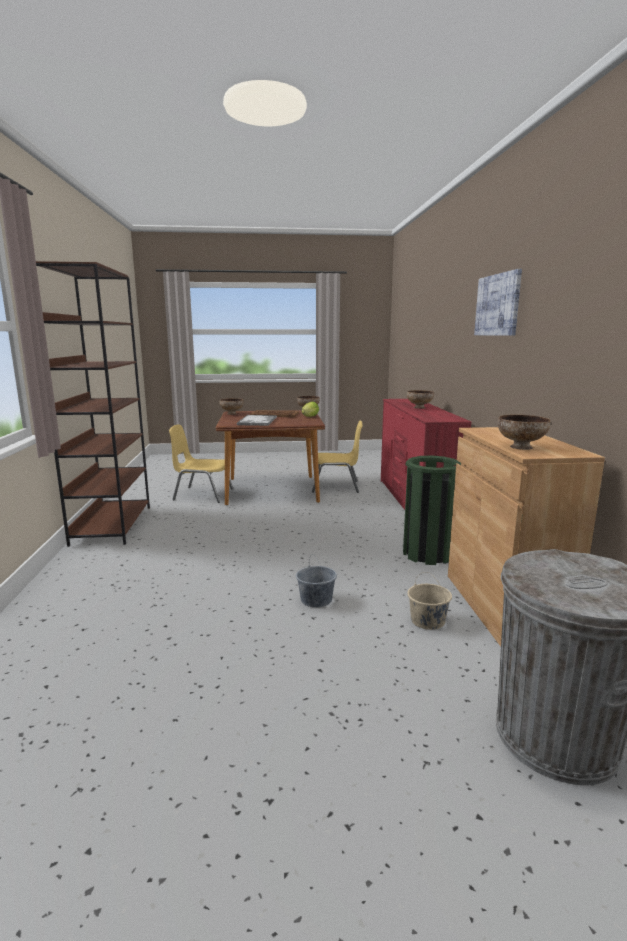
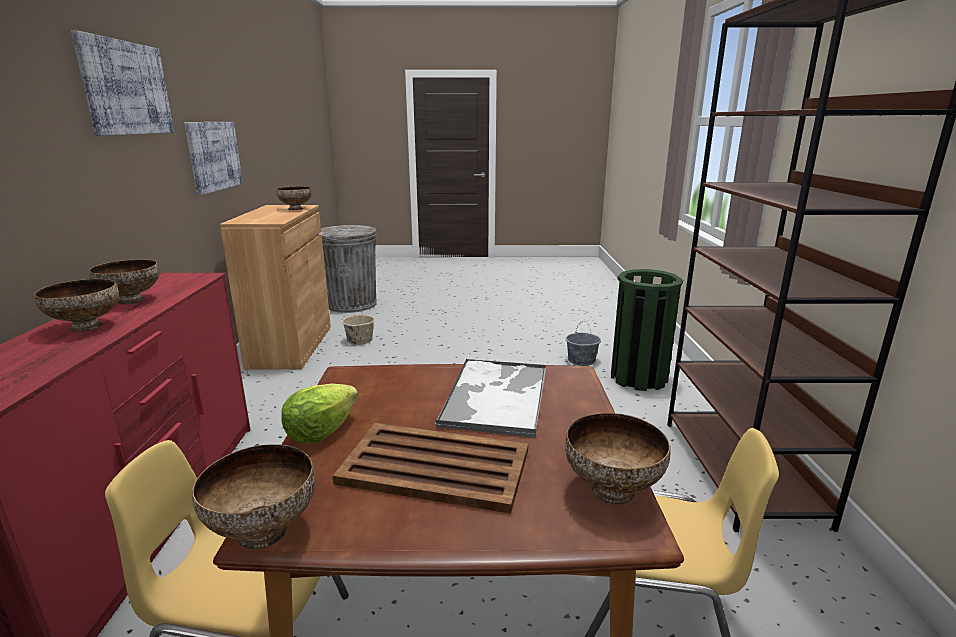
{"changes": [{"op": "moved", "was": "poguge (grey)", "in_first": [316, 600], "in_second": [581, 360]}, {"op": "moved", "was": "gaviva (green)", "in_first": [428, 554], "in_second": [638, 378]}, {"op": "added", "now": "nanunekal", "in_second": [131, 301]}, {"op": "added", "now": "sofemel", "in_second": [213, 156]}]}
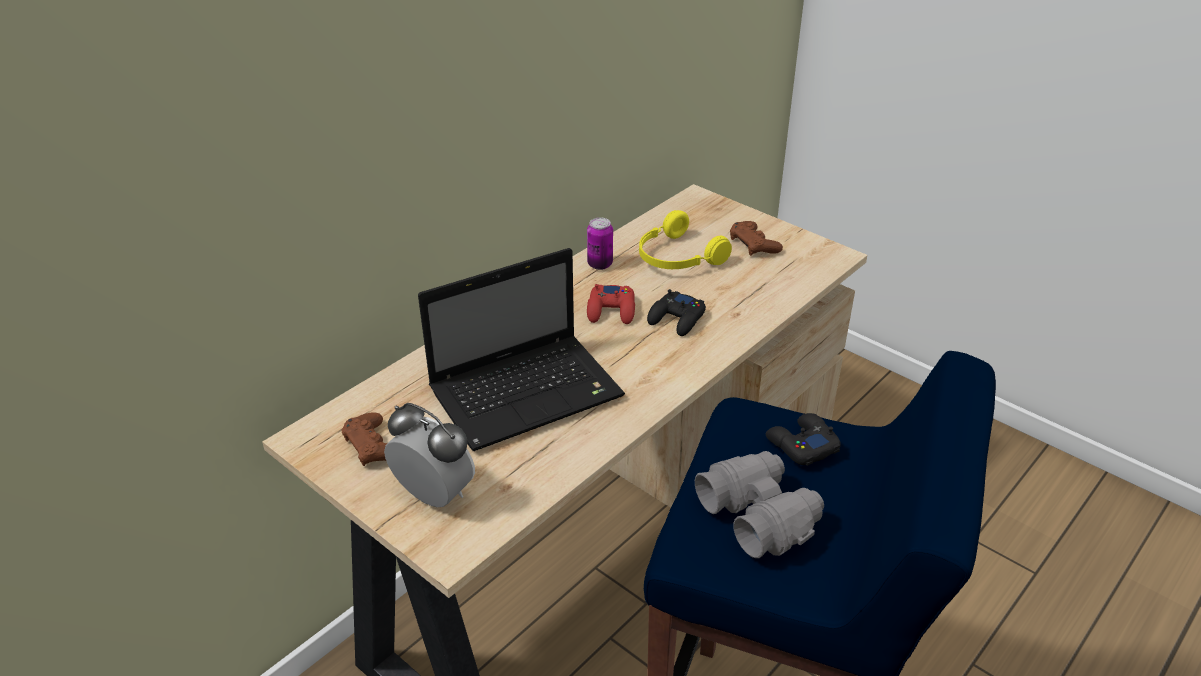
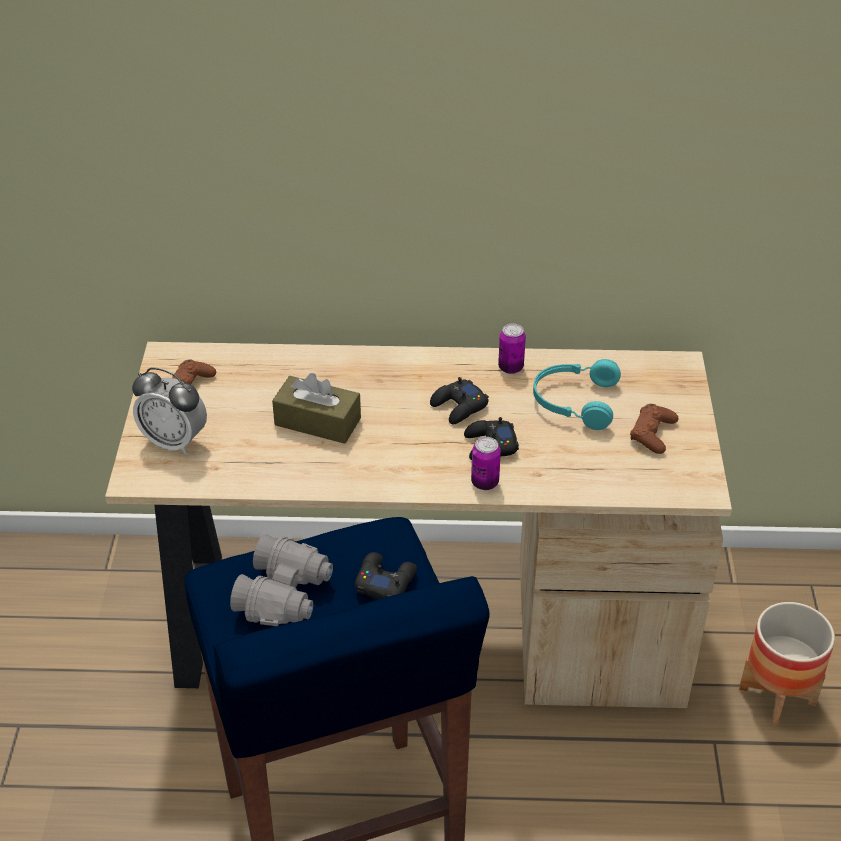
{"changes": [{"op": "turned", "was": "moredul", "in_first": [434, 495], "in_second": [174, 441], "clockwise": 120}, {"op": "replaced", "was": "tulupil", "now": "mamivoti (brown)", "in_first": [529, 392], "in_second": [317, 421]}, {"op": "recoloured", "was": "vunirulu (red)", "now": "vunirulu (black)", "in_first": [612, 310], "in_second": [459, 407]}, {"op": "recoloured", "was": "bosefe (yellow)", "now": "bosefe (turquoise)", "in_first": [676, 258], "in_second": [574, 402]}, {"op": "added", "now": "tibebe", "in_second": [485, 482]}, {"op": "added", "now": "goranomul", "in_second": [777, 695]}]}
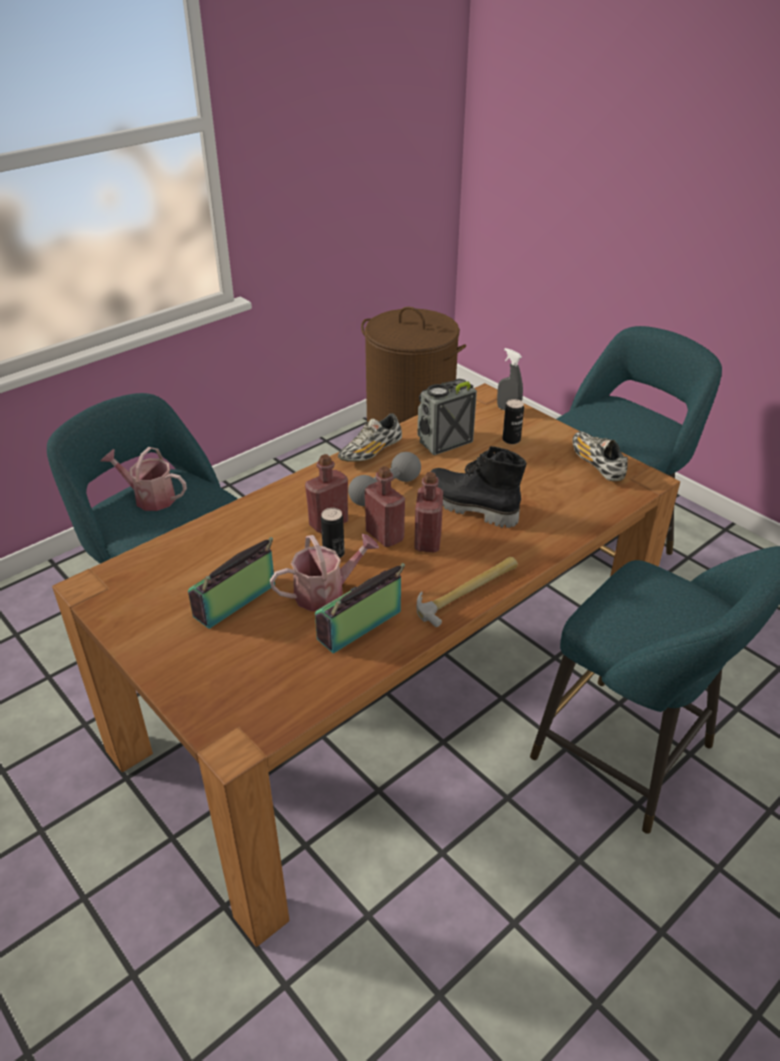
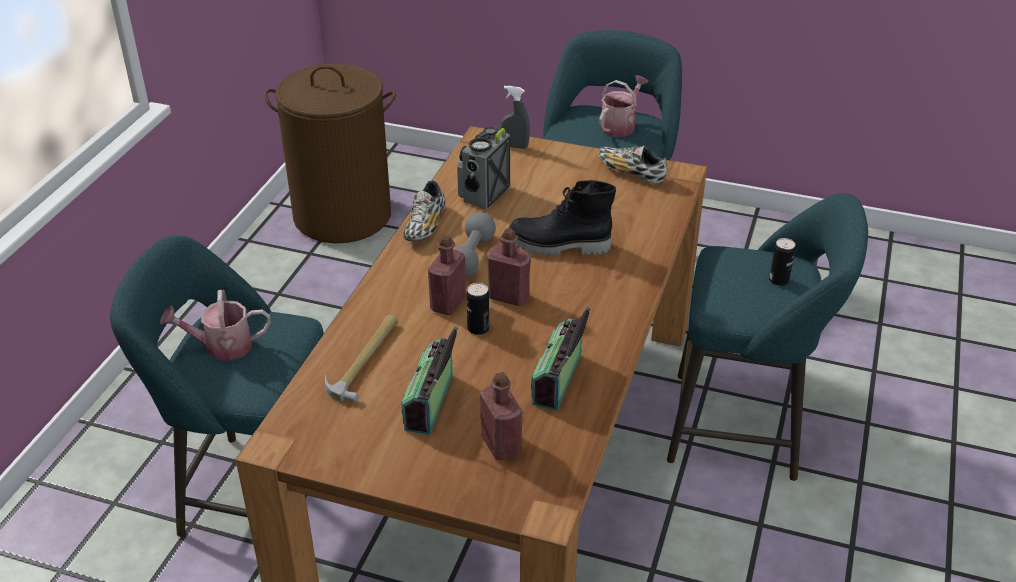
{"changes": [{"op": "moved", "was": "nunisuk", "in_first": [326, 592], "in_second": [620, 125]}, {"op": "moved", "was": "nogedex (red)", "in_first": [428, 541], "in_second": [501, 445]}, {"op": "moved", "was": "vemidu", "in_first": [468, 592], "in_second": [365, 360]}, {"op": "moved", "was": "tibebe", "in_first": [511, 440], "in_second": [779, 280]}]}
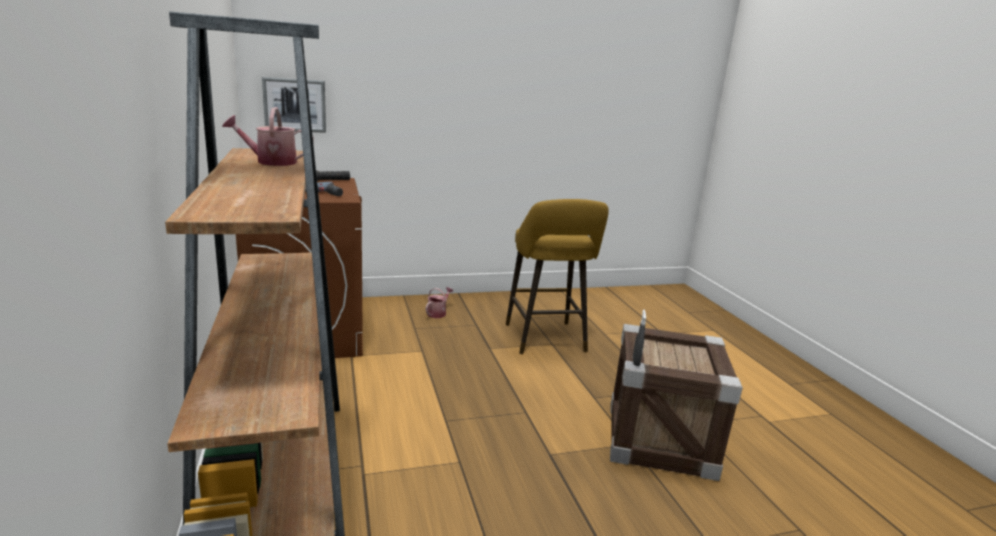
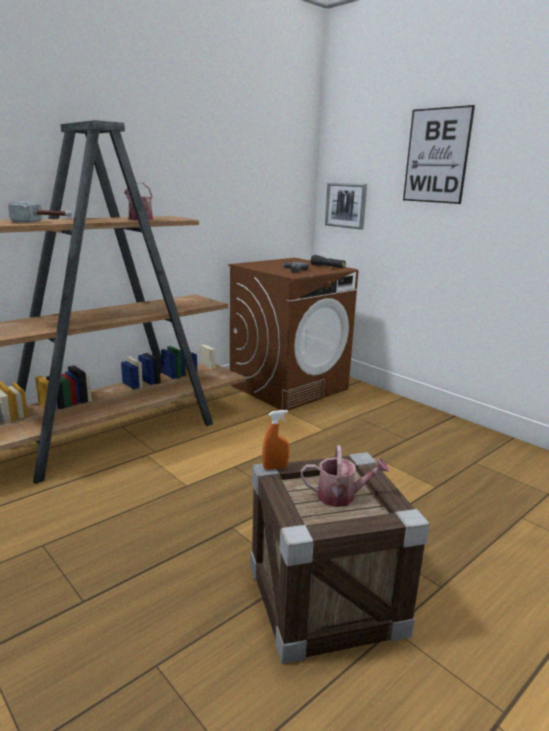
{"changes": [{"op": "moved", "was": "nunisuk", "in_first": [438, 313], "in_second": [341, 496]}, {"op": "removed", "was": "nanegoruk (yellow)", "in_first": [546, 340]}, {"op": "recoloured", "was": "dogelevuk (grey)", "now": "dogelevuk (orange)", "in_first": [636, 361], "in_second": [275, 467]}, {"op": "added", "now": "vemidu", "in_second": [43, 222]}, {"op": "added", "now": "sofemel", "in_second": [437, 156]}]}
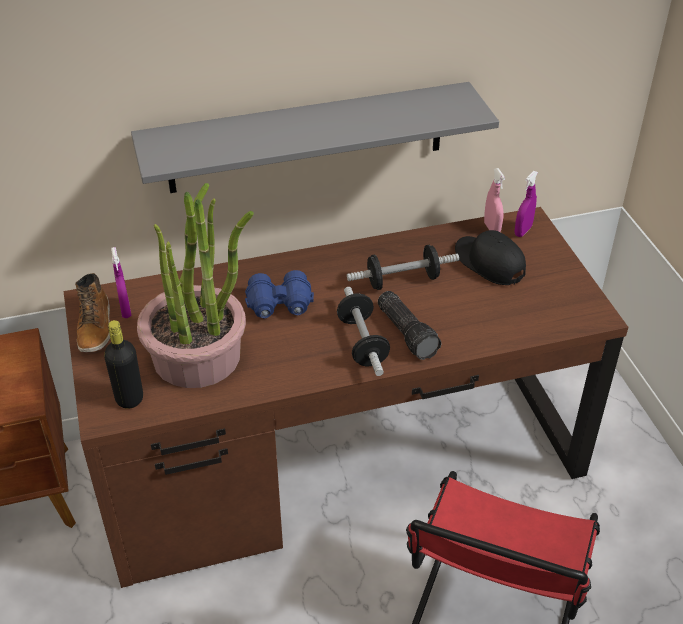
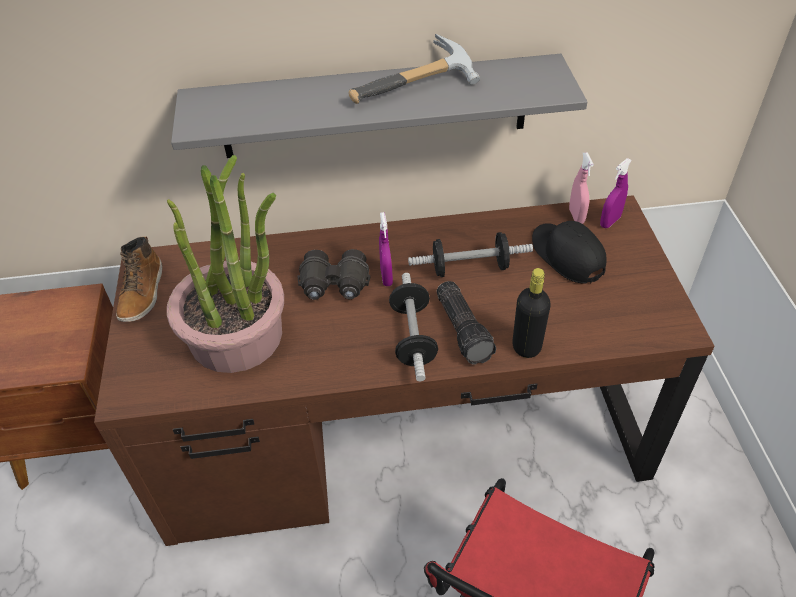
{"changes": [{"op": "moved", "was": "nogedex (black)", "in_first": [129, 398], "in_second": [526, 346]}, {"op": "moved", "was": "dogelevuk (purple)", "in_first": [125, 310], "in_second": [386, 277]}, {"op": "recoloured", "was": "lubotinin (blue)", "now": "lubotinin (black)", "in_first": [280, 305], "in_second": [335, 285]}, {"op": "added", "now": "vemidu", "in_second": [418, 90]}]}
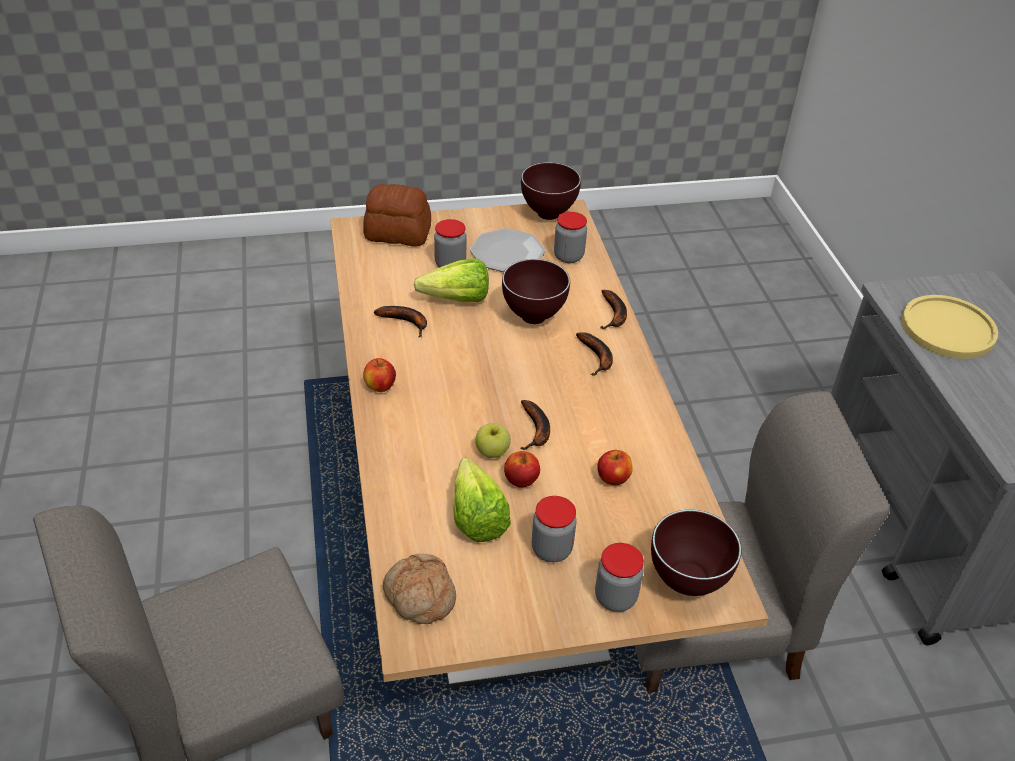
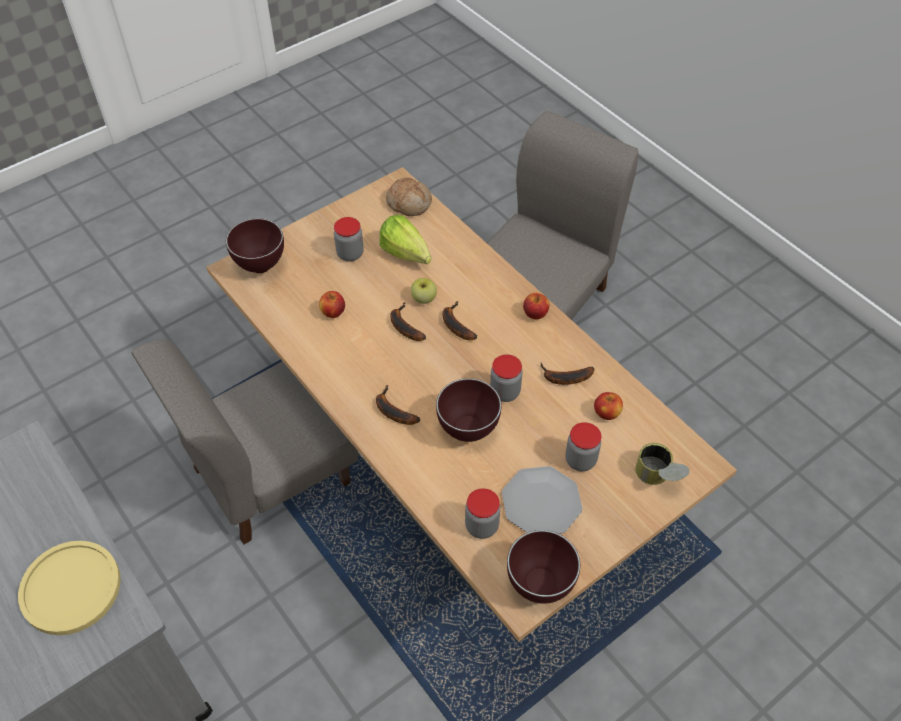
{"changes": [{"op": "replaced", "was": "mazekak", "now": "tibebe", "in_first": [398, 234], "in_second": [658, 478]}, {"op": "removed", "was": "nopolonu", "in_first": [451, 299]}, {"op": "moved", "was": "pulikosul", "in_first": [521, 480], "in_second": [606, 413]}, {"op": "moved", "was": "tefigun", "in_first": [615, 597], "in_second": [505, 392]}, {"op": "moved", "was": "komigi", "in_first": [614, 315], "in_second": [455, 325]}]}
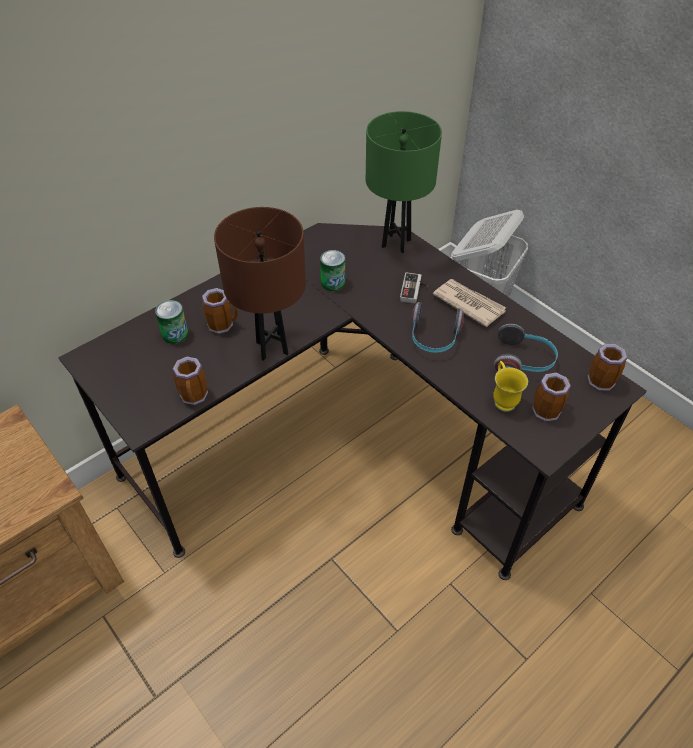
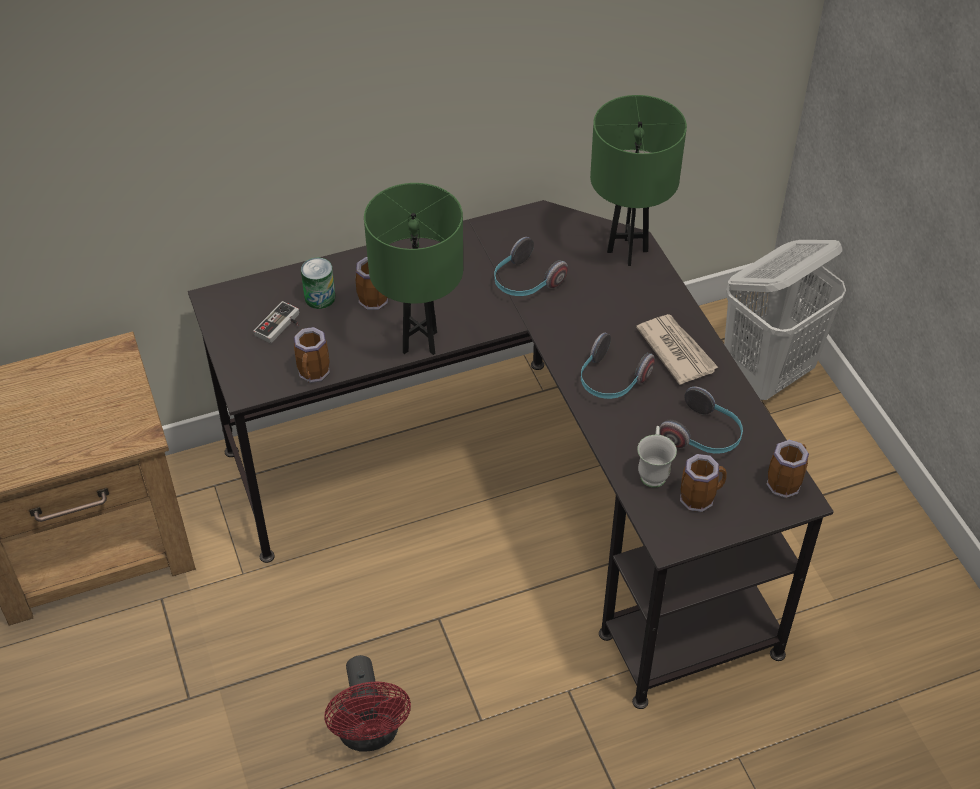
{"changes": [{"op": "recoloured", "was": "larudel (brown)", "now": "larudel (green)", "in_first": [272, 348], "in_second": [420, 342]}, {"op": "replaced", "was": "tibebe", "now": "bosefe", "in_first": [333, 283], "in_second": [525, 282]}, {"op": "moved", "was": "vunirulu", "in_first": [414, 290], "in_second": [281, 326]}, {"op": "recoloured", "was": "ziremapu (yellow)", "now": "ziremapu (white)", "in_first": [502, 399], "in_second": [653, 472]}, {"op": "added", "now": "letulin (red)", "in_second": [370, 734]}]}
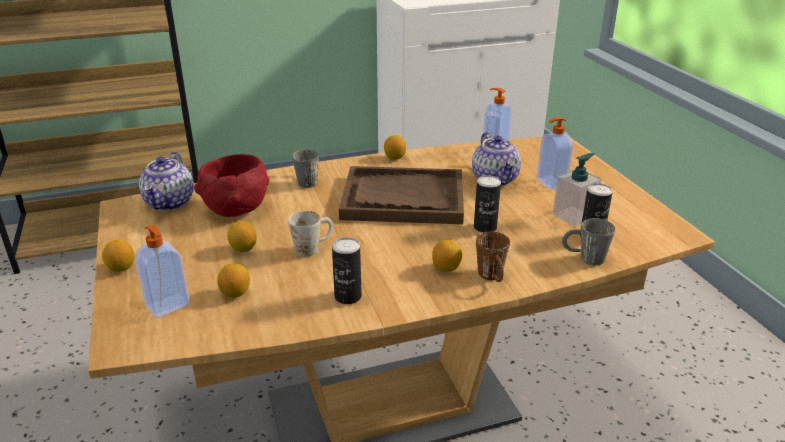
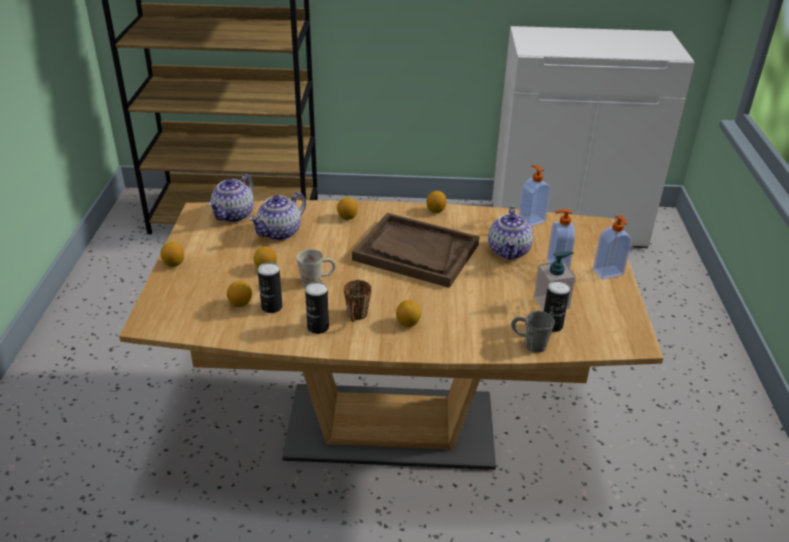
{"changes": [{"op": "moved", "was": "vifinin", "in_first": [168, 306], "in_second": [608, 273]}, {"op": "replaced", "was": "nanunekal (red)", "now": "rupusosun", "in_first": [237, 210], "in_second": [280, 233]}, {"op": "replaced", "was": "ziremapu (grey)", "now": "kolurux", "in_first": [305, 180], "in_second": [347, 217]}, {"op": "moved", "was": "tibebe", "in_first": [485, 227], "in_second": [272, 307]}, {"op": "moved", "was": "ziremapu (brown)", "in_first": [493, 278], "in_second": [356, 318]}]}
